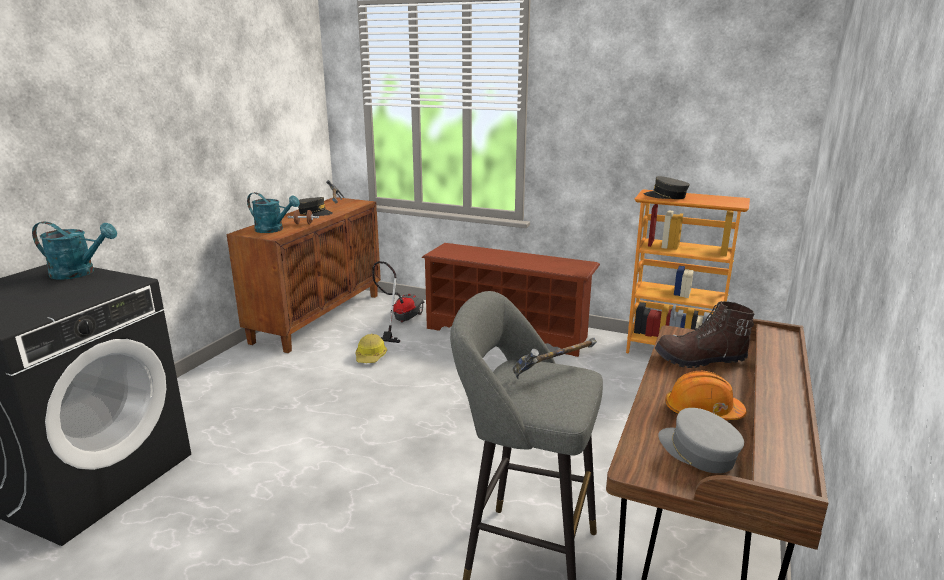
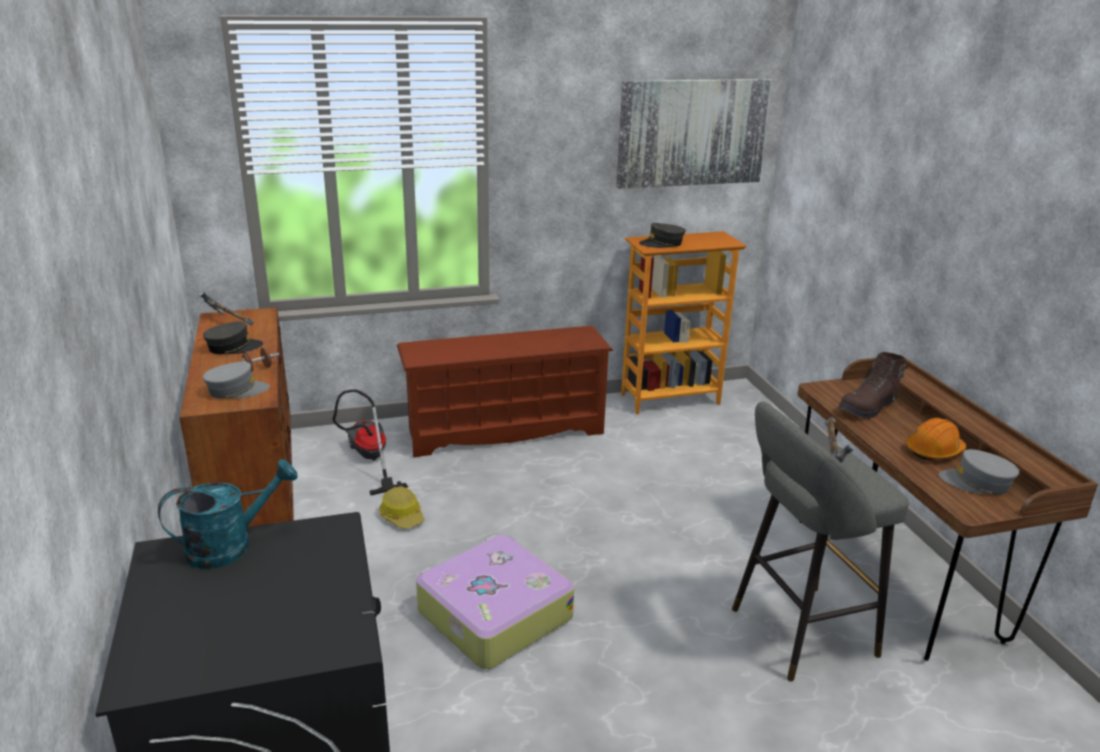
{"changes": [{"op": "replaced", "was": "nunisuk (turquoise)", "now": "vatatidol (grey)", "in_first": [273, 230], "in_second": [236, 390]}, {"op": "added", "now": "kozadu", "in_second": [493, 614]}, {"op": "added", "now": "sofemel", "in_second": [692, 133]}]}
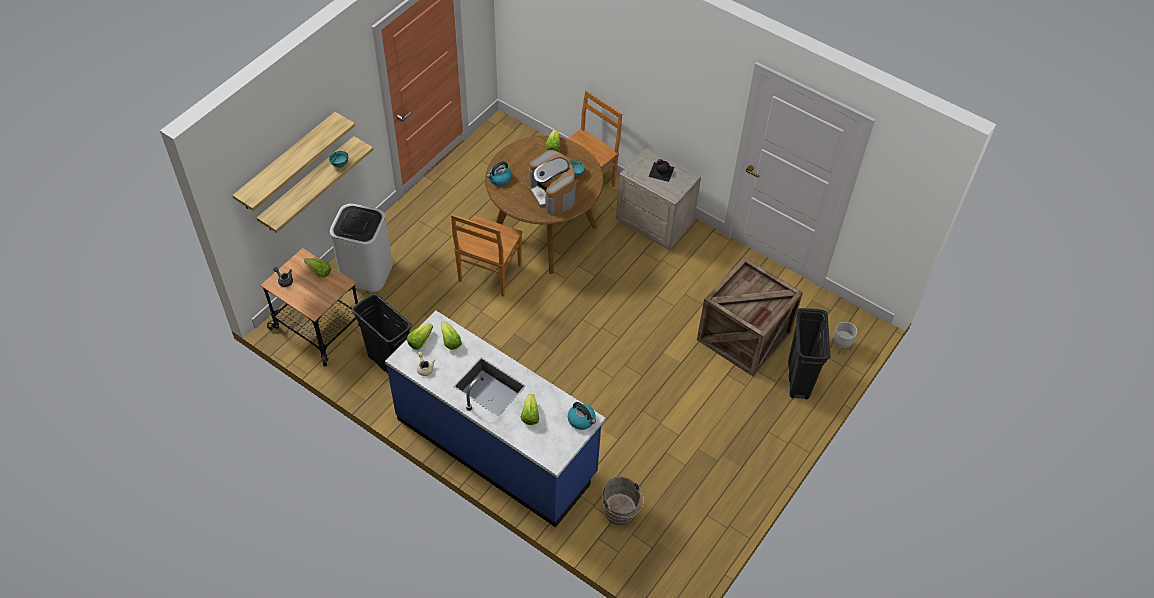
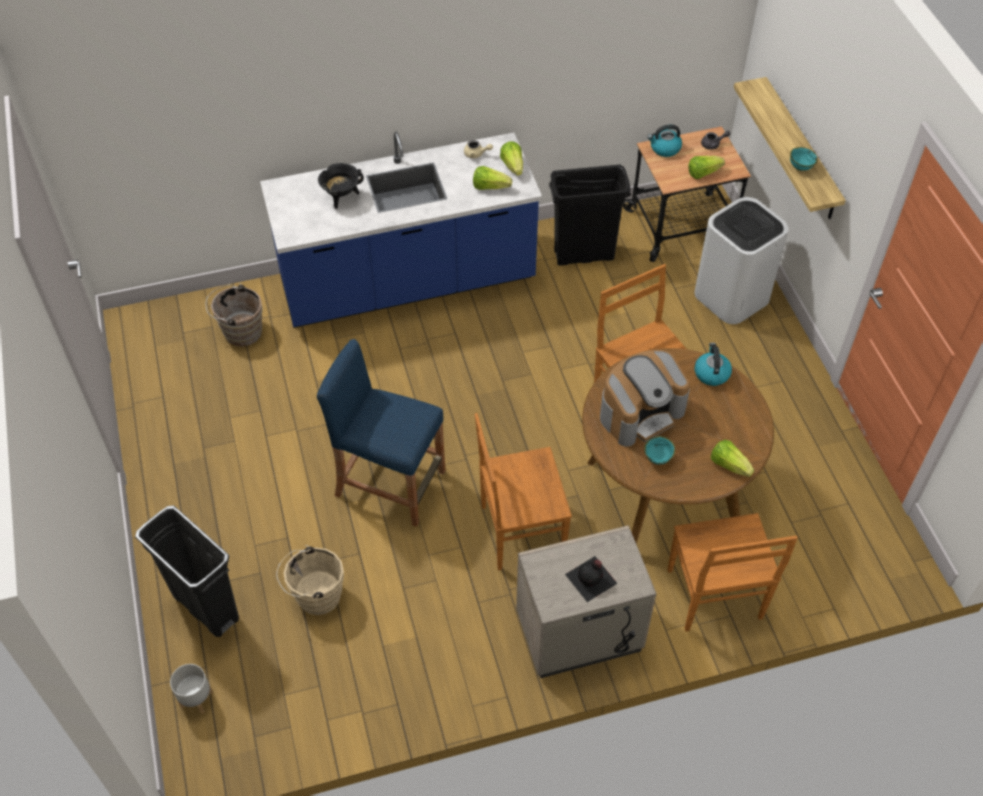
{"changes": [{"op": "removed", "was": "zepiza", "in_first": [287, 162]}, {"op": "replaced", "was": "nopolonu", "now": "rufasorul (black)", "in_first": [530, 415], "in_second": [341, 197]}, {"op": "turned", "was": "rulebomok", "in_first": [553, 193], "in_second": [641, 412], "clockwise": 135}, {"op": "moved", "was": "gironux", "in_first": [582, 420], "in_second": [664, 148]}, {"op": "replaced", "was": "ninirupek", "now": "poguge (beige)", "in_first": [744, 337], "in_second": [315, 596]}, {"op": "added", "now": "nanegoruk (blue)", "in_second": [390, 483]}, {"op": "added", "now": "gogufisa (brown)", "in_second": [519, 531]}]}
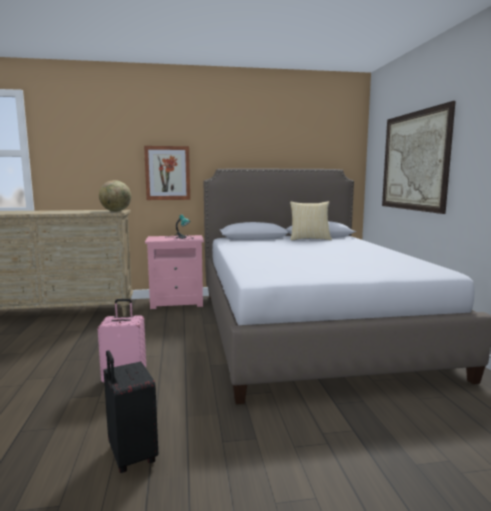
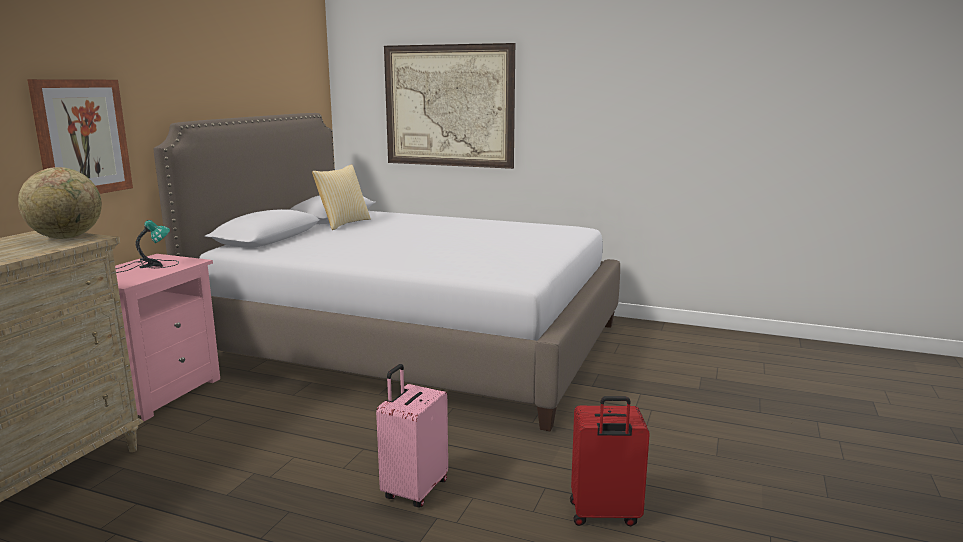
{"changes": [{"op": "recoloured", "was": "kozadu (black)", "now": "kozadu (red)", "in_first": [130, 456], "in_second": [604, 514]}]}
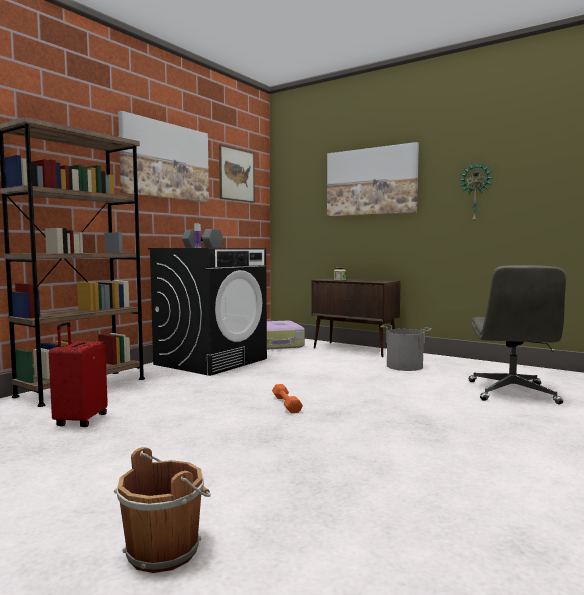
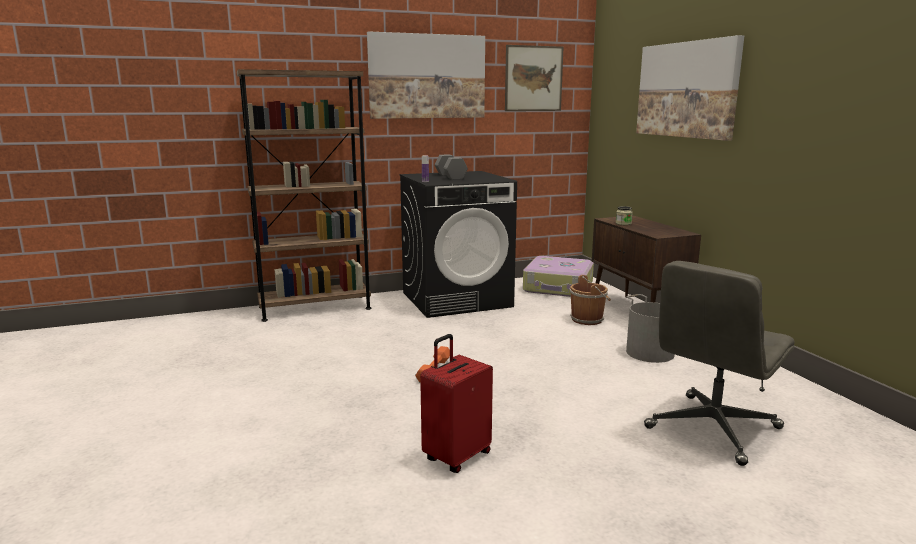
{"changes": [{"op": "moved", "was": "kozadu (red)", "in_first": [80, 420], "in_second": [456, 456]}, {"op": "moved", "was": "poguge (brown)", "in_first": [166, 549], "in_second": [588, 319]}, {"op": "removed", "was": "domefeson", "in_first": [476, 192]}]}
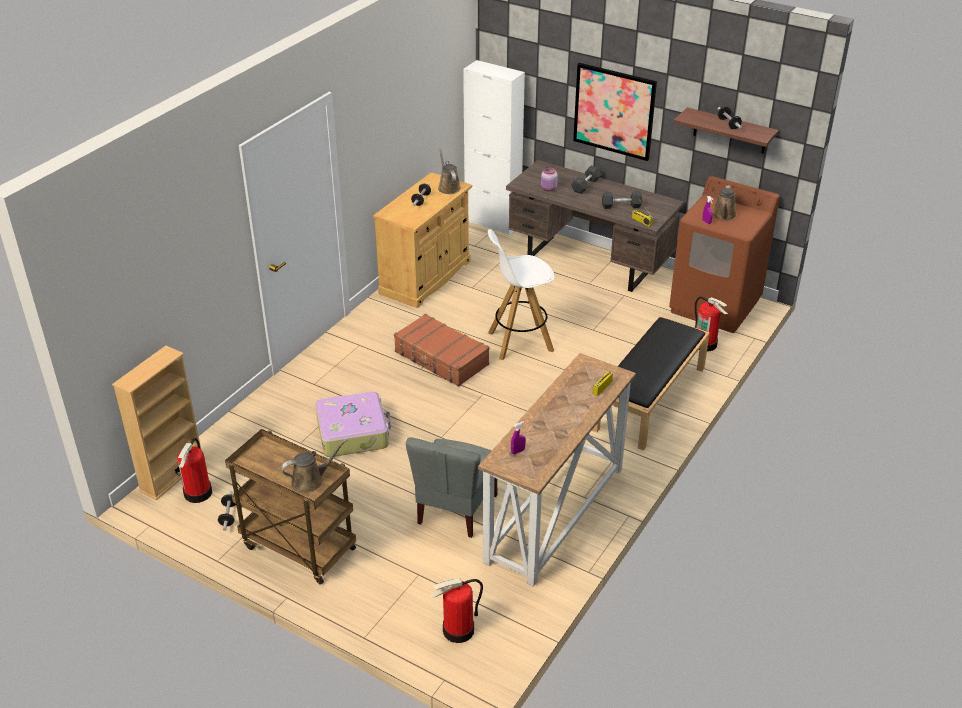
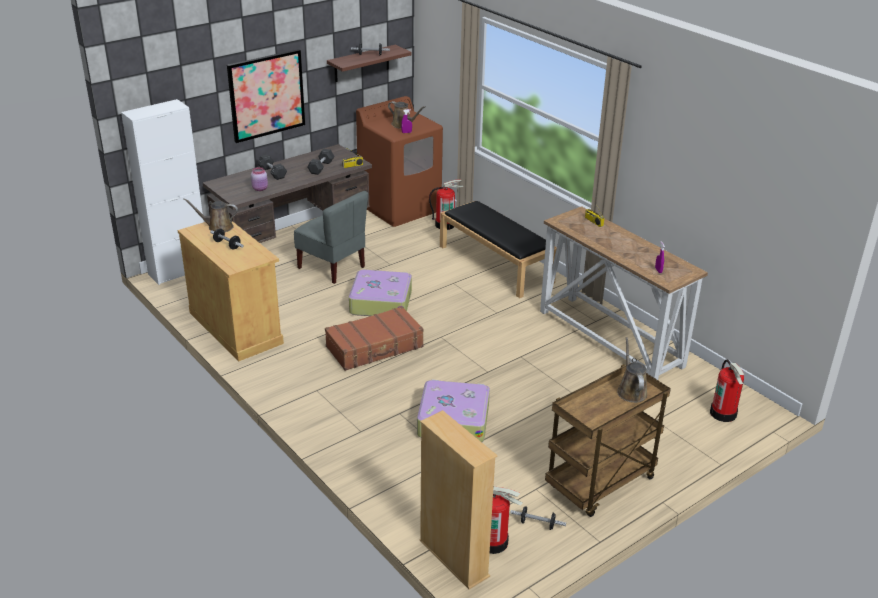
{"changes": [{"op": "moved", "was": "gogufisa (grey)", "in_first": [455, 509], "in_second": [332, 267]}, {"op": "replaced", "was": "nanegoruk (white)", "now": "kozadu", "in_first": [519, 342], "in_second": [380, 302]}]}
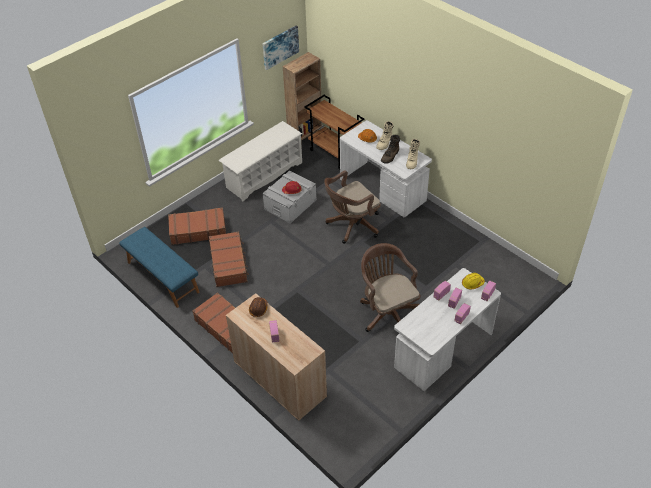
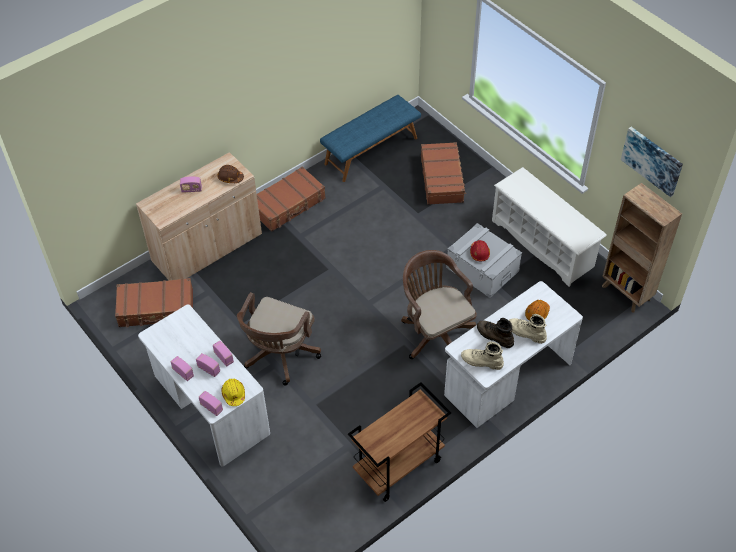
{"changes": [{"op": "moved", "was": "kozadu (brown)", "in_first": [229, 263], "in_second": [156, 309]}, {"op": "moved", "was": "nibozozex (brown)", "in_first": [335, 154], "in_second": [398, 467]}, {"op": "turned", "was": "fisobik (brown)", "in_first": [387, 312], "in_second": [279, 356], "clockwise": 135}]}
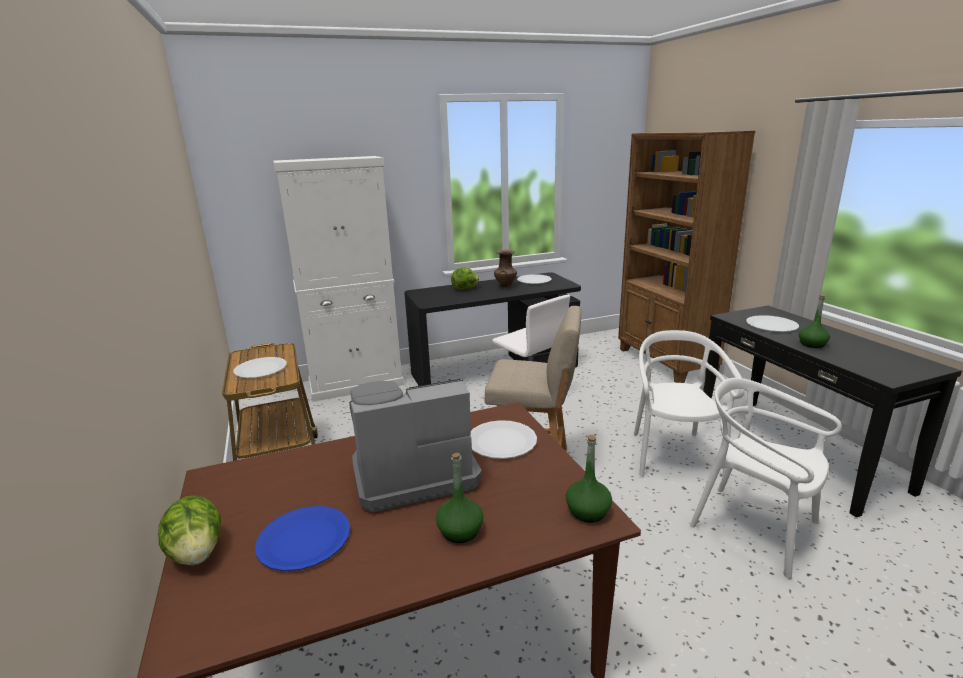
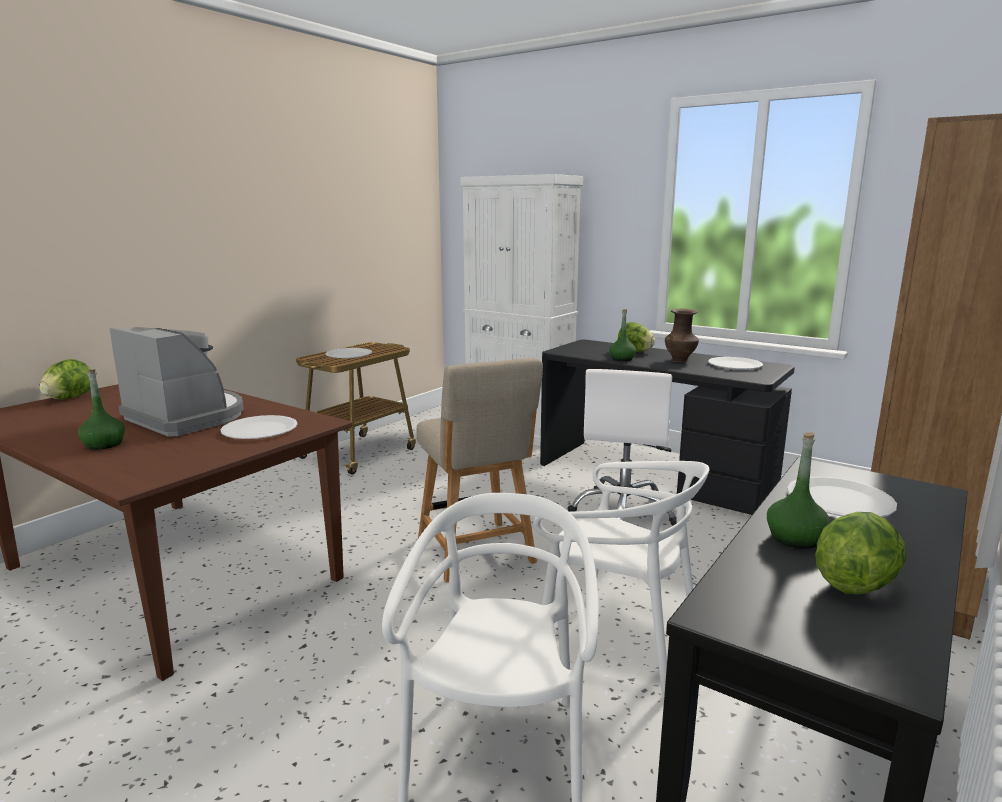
{"changes": [{"op": "removed", "was": "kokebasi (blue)", "in_first": [304, 539]}, {"op": "moved", "was": "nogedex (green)", "in_first": [588, 511], "in_second": [622, 359]}, {"op": "turned", "was": "gogufisa (white)", "in_first": [673, 455], "in_second": [618, 644], "clockwise": 60}, {"op": "added", "now": "nopolonu", "in_second": [855, 583]}]}
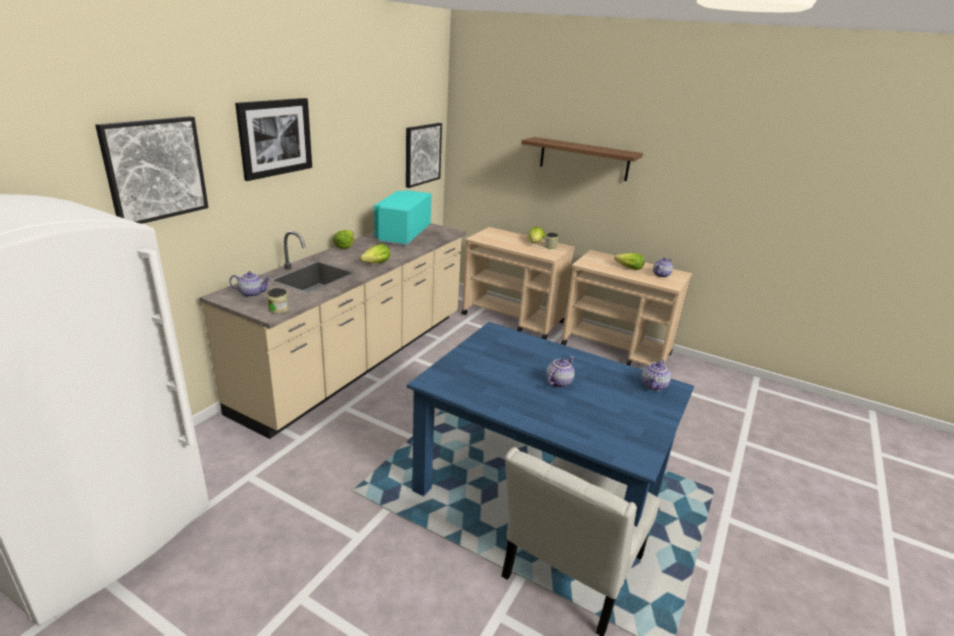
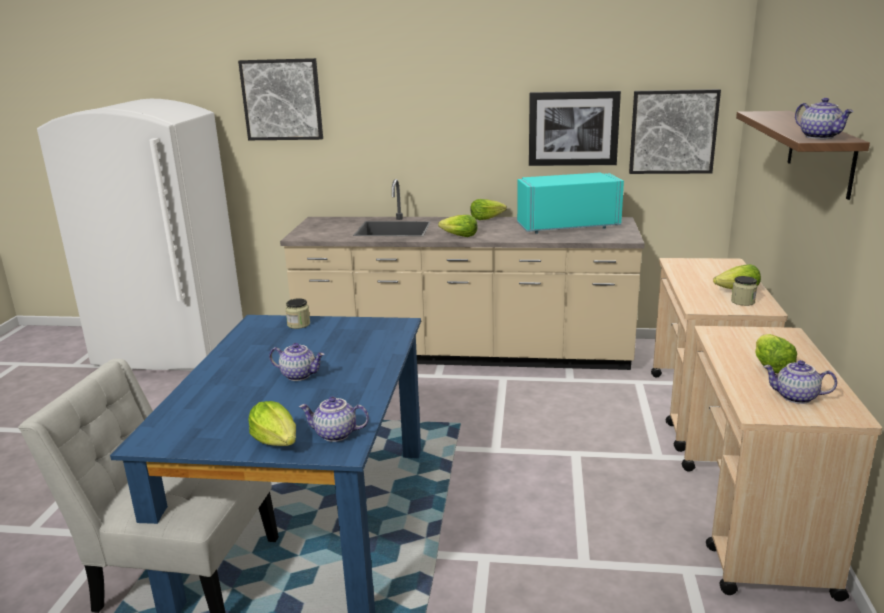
{"changes": [{"op": "moved", "was": "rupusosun", "in_first": [252, 293], "in_second": [820, 137]}, {"op": "moved", "was": "sofemel", "in_first": [275, 137], "in_second": [573, 128]}, {"op": "moved", "was": "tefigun", "in_first": [278, 309], "in_second": [298, 324]}, {"op": "added", "now": "nopolonu", "in_second": [277, 441]}]}
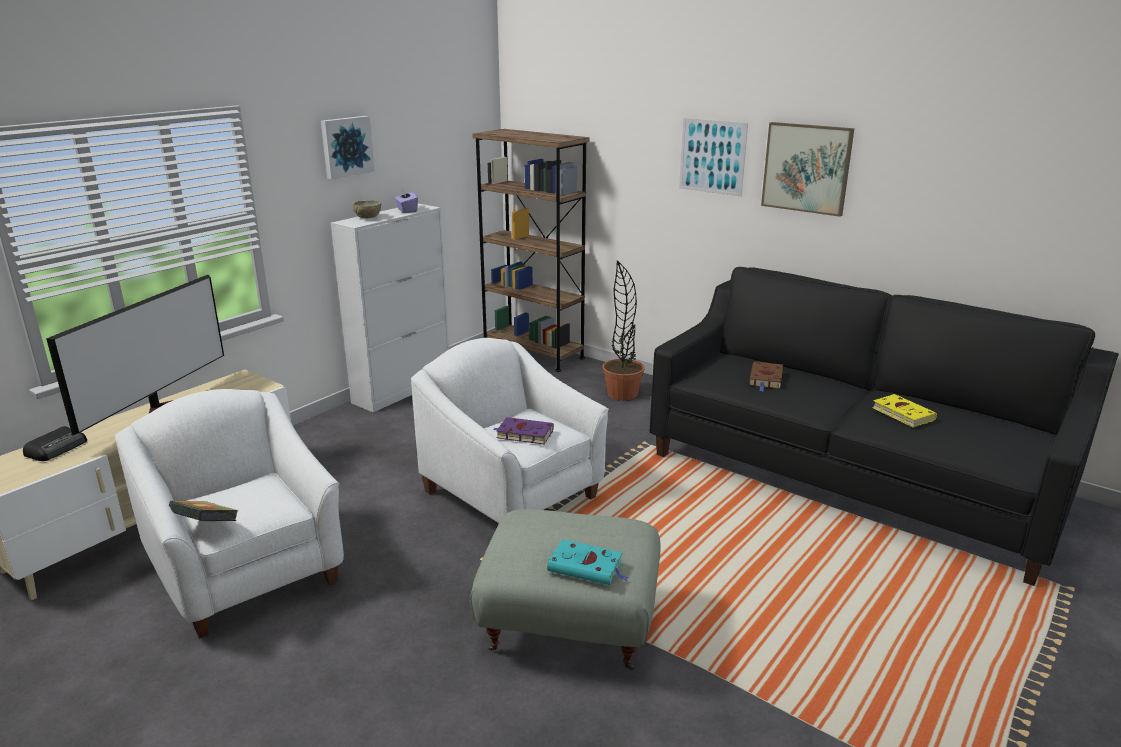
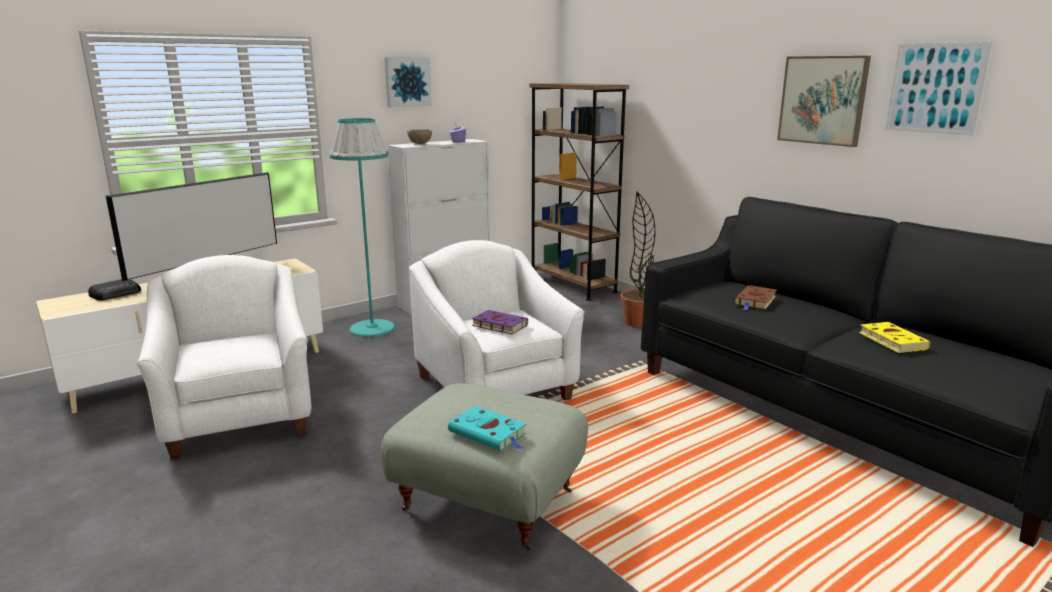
{"changes": [{"op": "removed", "was": "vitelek", "in_first": [206, 527]}, {"op": "moved", "was": "sofemel", "in_first": [712, 156], "in_second": [935, 88]}, {"op": "added", "now": "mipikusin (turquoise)", "in_second": [372, 328]}]}
